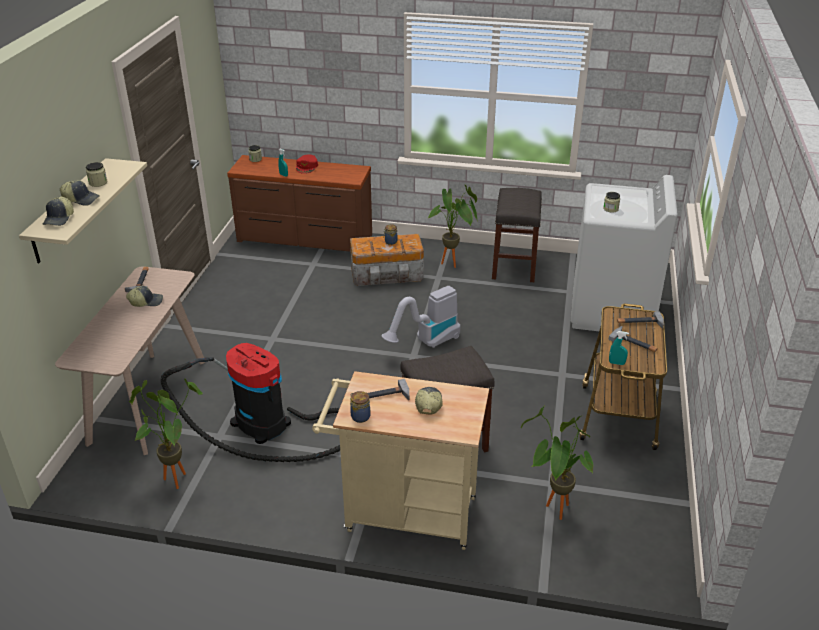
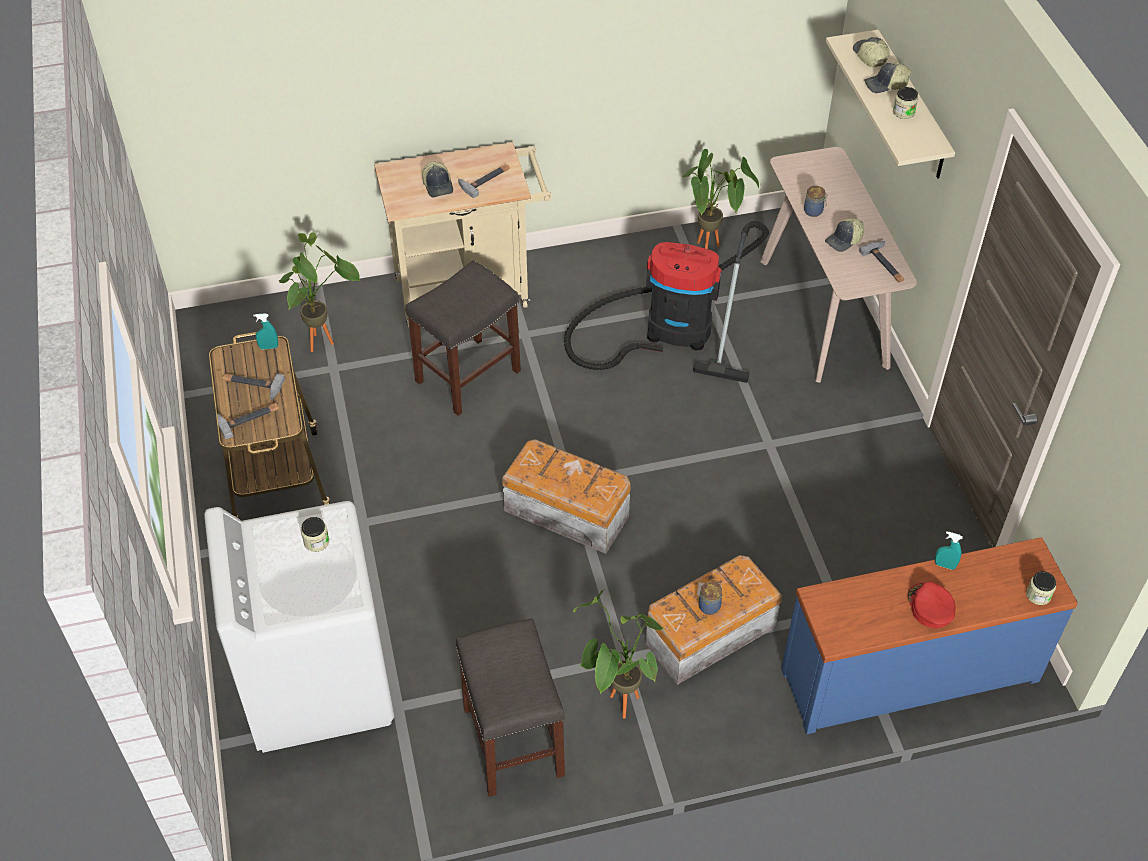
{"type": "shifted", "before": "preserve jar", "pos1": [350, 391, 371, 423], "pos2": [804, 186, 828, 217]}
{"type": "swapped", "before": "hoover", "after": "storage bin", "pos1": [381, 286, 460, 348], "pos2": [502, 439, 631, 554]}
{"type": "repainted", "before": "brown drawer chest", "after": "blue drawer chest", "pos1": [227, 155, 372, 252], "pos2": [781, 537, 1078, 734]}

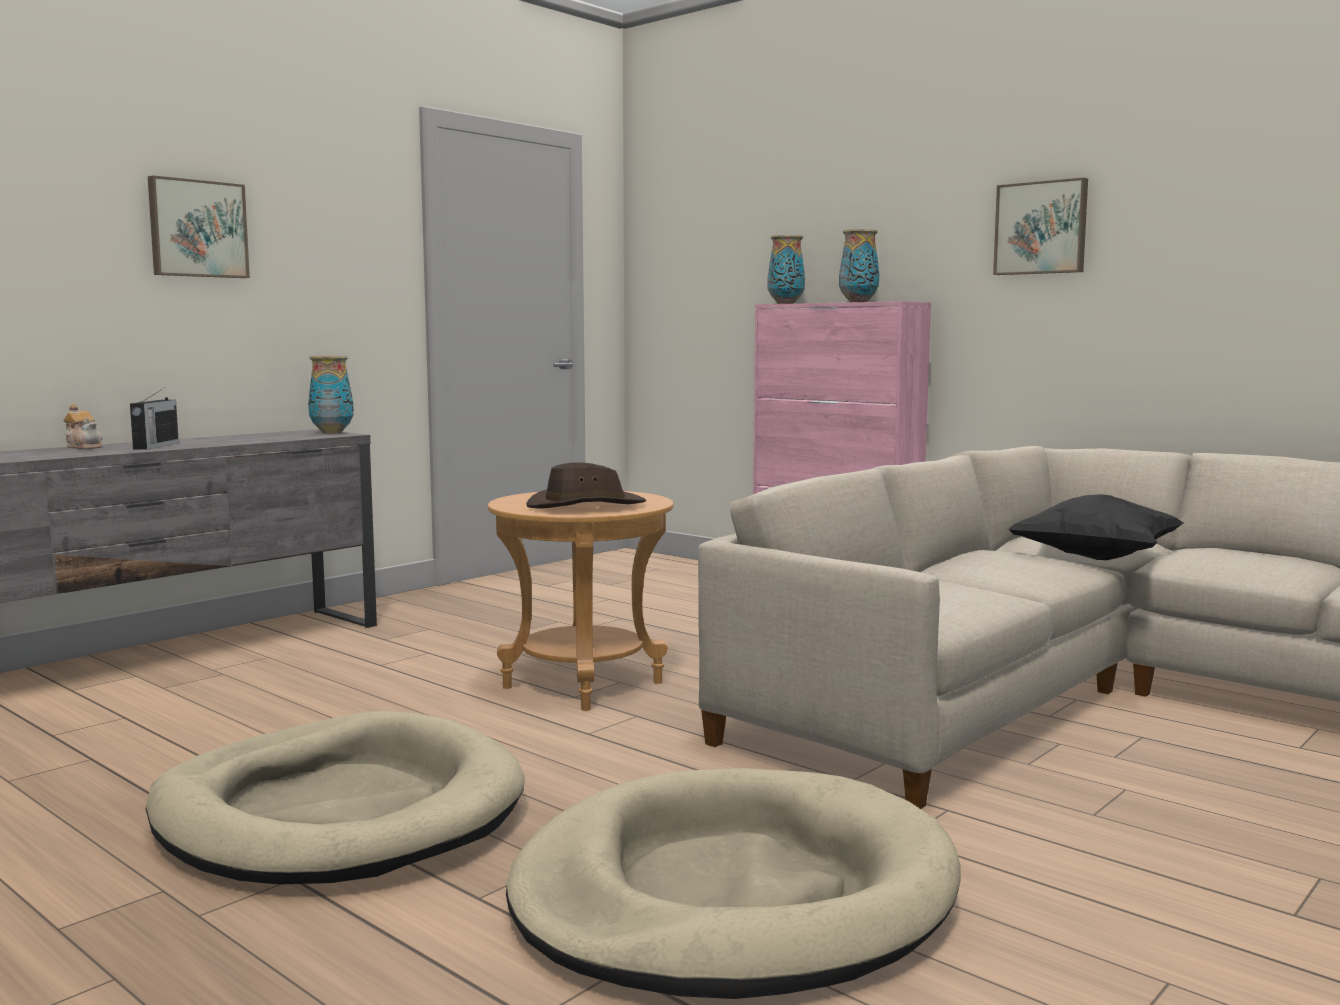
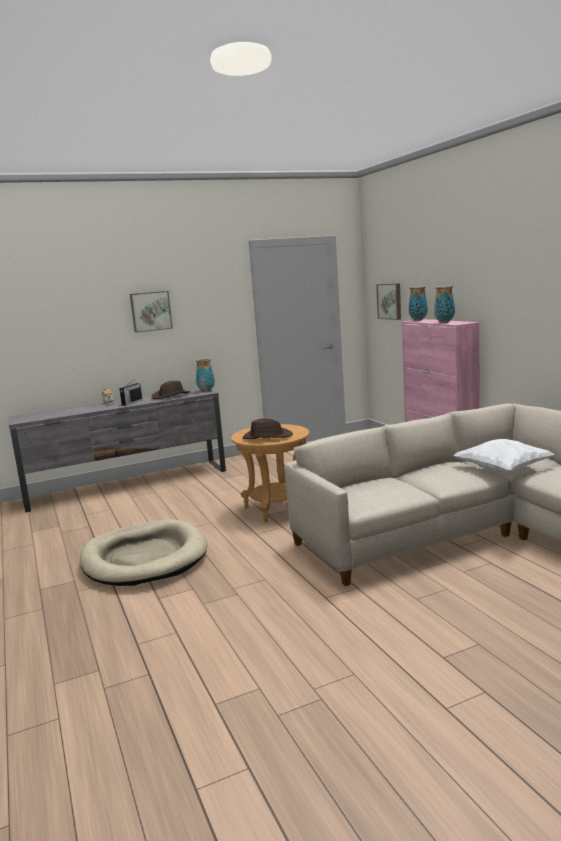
{"type": "gone", "before": "beige dog cushion", "pos1": [506, 768, 961, 999]}
{"type": "new", "after": "brown hat", "pos2": [151, 381, 191, 399]}
{"type": "shifted", "before": "picture", "pos1": [993, 178, 1088, 275], "pos2": [376, 283, 401, 320]}
{"type": "repainted", "before": "black cushion", "after": "white-coloured cushion", "pos1": [1008, 494, 1183, 560], "pos2": [453, 439, 555, 472]}

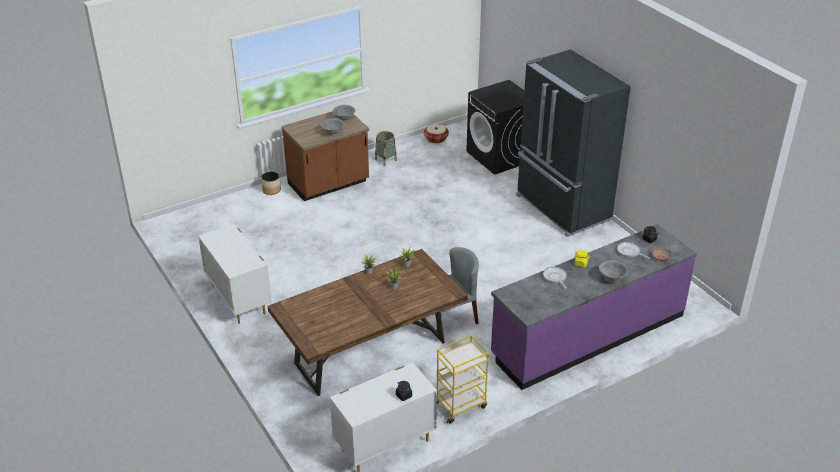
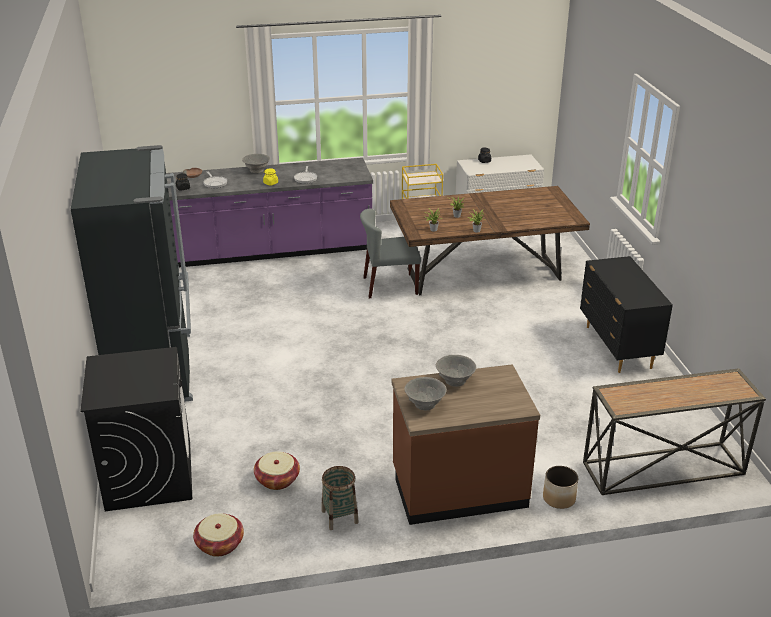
{"type": "new", "after": "storage basket", "pos2": [254, 452, 300, 490]}
{"type": "new", "after": "console table", "pos2": [583, 368, 766, 495]}
{"type": "repainted", "before": "white-coloured drawer chest", "after": "black drawer chest", "pos1": [198, 224, 272, 324], "pos2": [580, 256, 673, 373]}

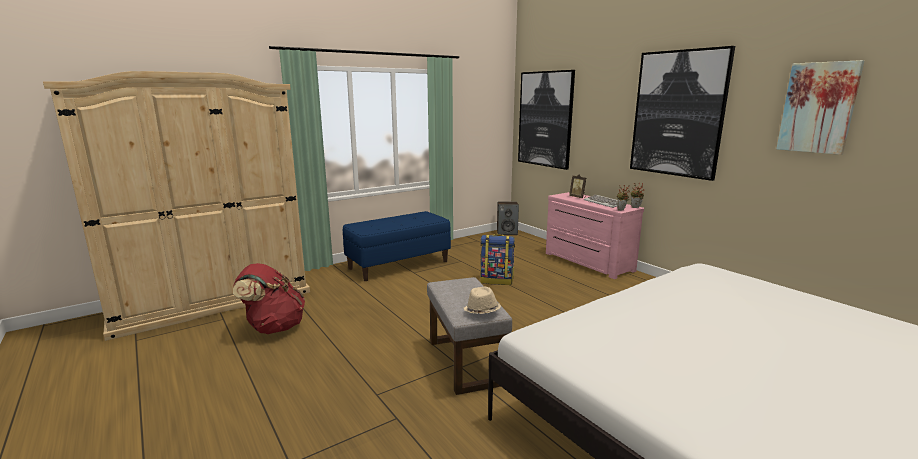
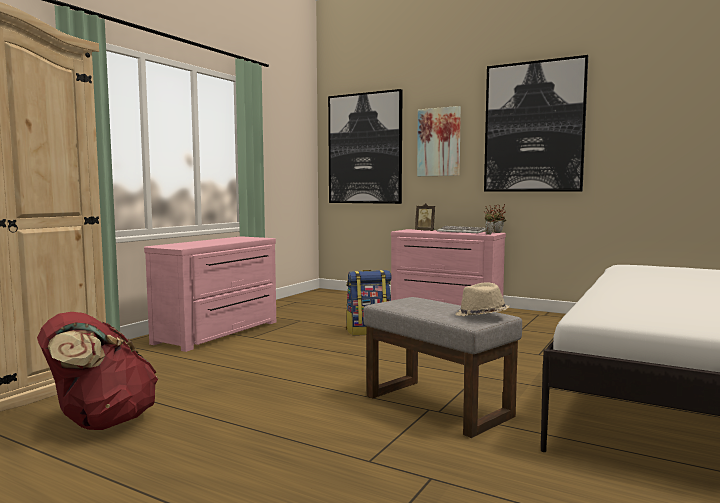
{"type": "gone", "before": "loudspeaker", "pos1": [497, 202, 519, 235]}
{"type": "shifted", "before": "picture", "pos1": [777, 60, 864, 155], "pos2": [417, 106, 461, 176]}
{"type": "swapped", "before": "blue bench", "after": "pink-coloured drawer chest", "pos1": [343, 211, 451, 281], "pos2": [144, 236, 276, 352]}

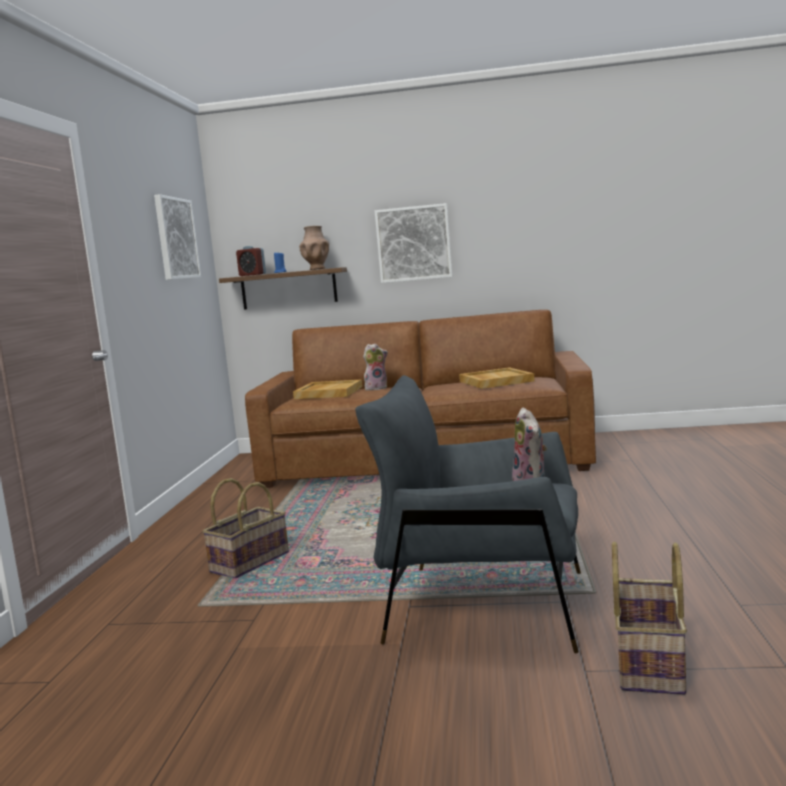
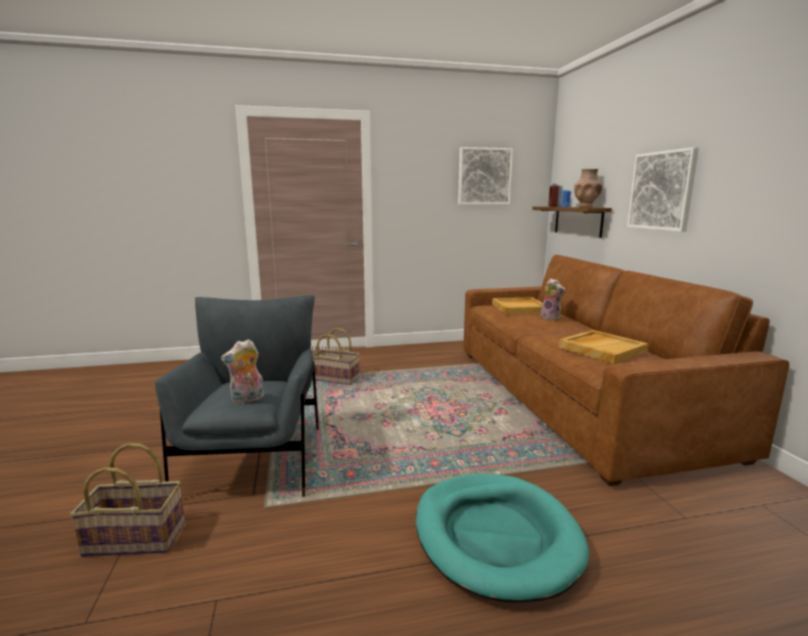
{"type": "new", "after": "turquoise dog cushion", "pos2": [416, 474, 589, 603]}

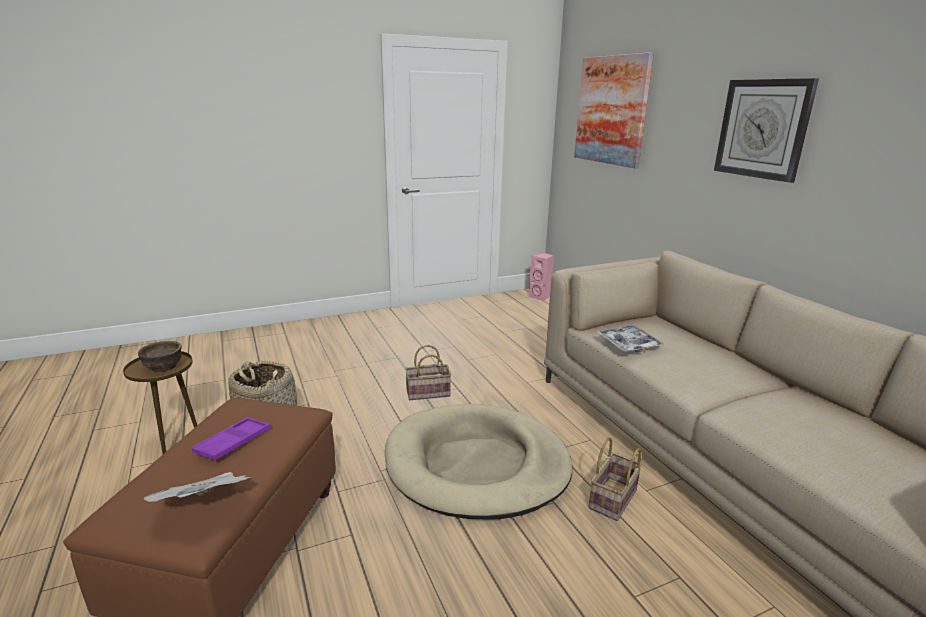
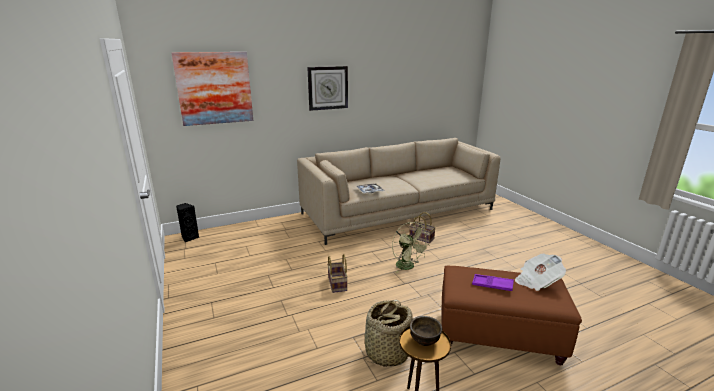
{"type": "swapped", "before": "beige dog cushion", "after": "greenish electric fan", "pos1": [385, 404, 572, 519], "pos2": [392, 222, 430, 273]}
{"type": "repainted", "before": "pink-coloured loudspeaker", "after": "black loudspeaker", "pos1": [529, 253, 554, 302], "pos2": [176, 203, 199, 242]}

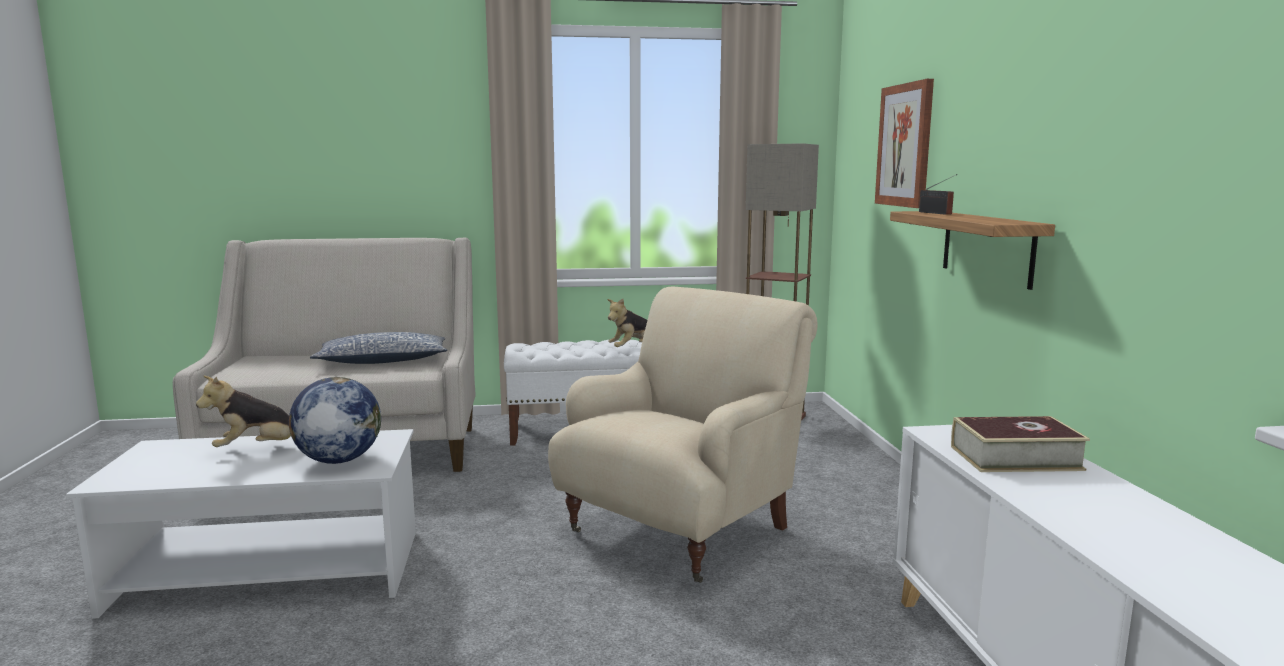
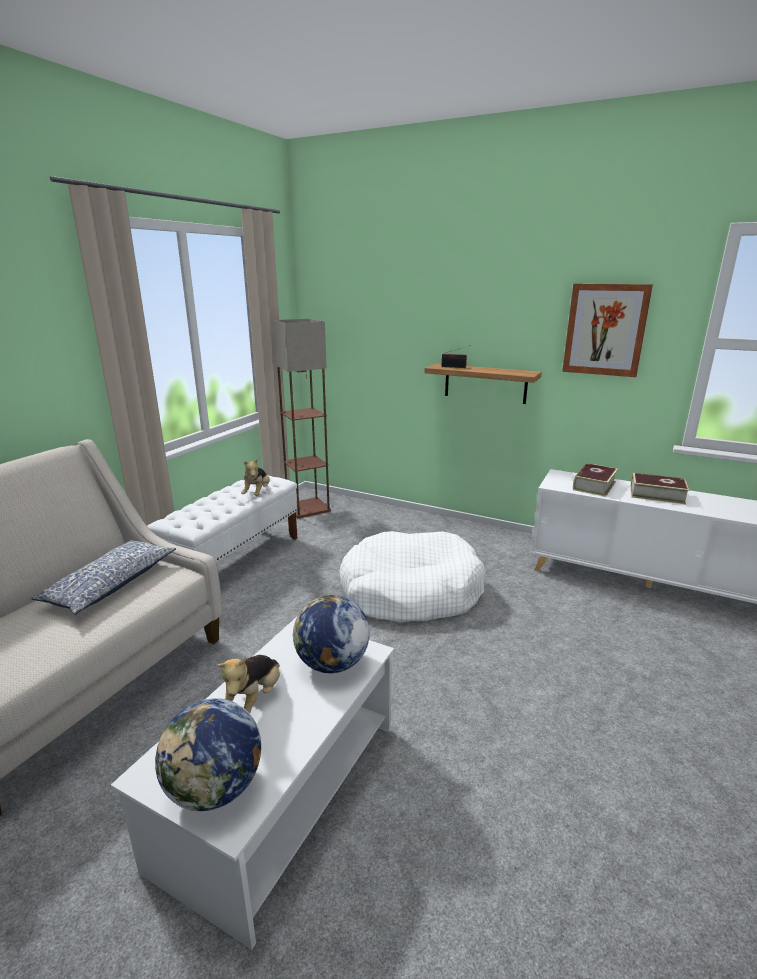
{"type": "new", "after": "globe", "pos2": [155, 698, 261, 811]}
{"type": "new", "after": "volume", "pos2": [630, 473, 689, 504]}
{"type": "shifted", "before": "picture", "pos1": [875, 79, 934, 208], "pos2": [562, 284, 653, 377]}
{"type": "swapped", "before": "beige armchair", "after": "white-coloured dog cushion", "pos1": [548, 287, 818, 583], "pos2": [339, 531, 486, 623]}

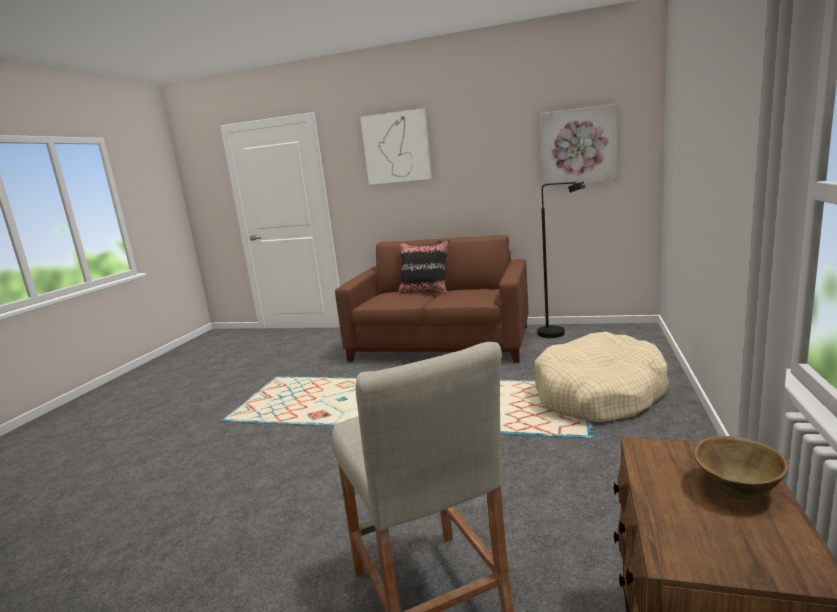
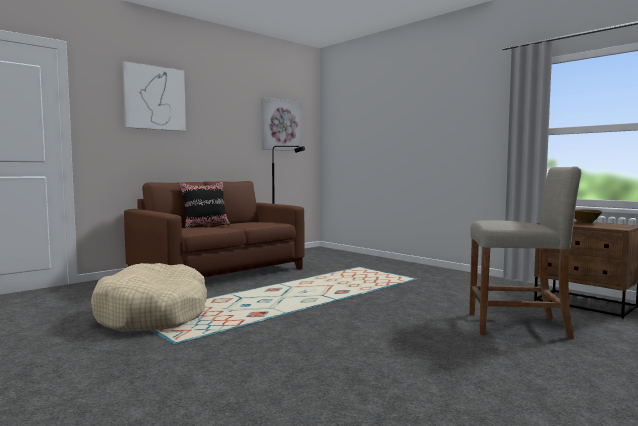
{"type": "shifted", "before": "beige dog cushion", "pos1": [534, 332, 669, 422], "pos2": [91, 263, 207, 332]}

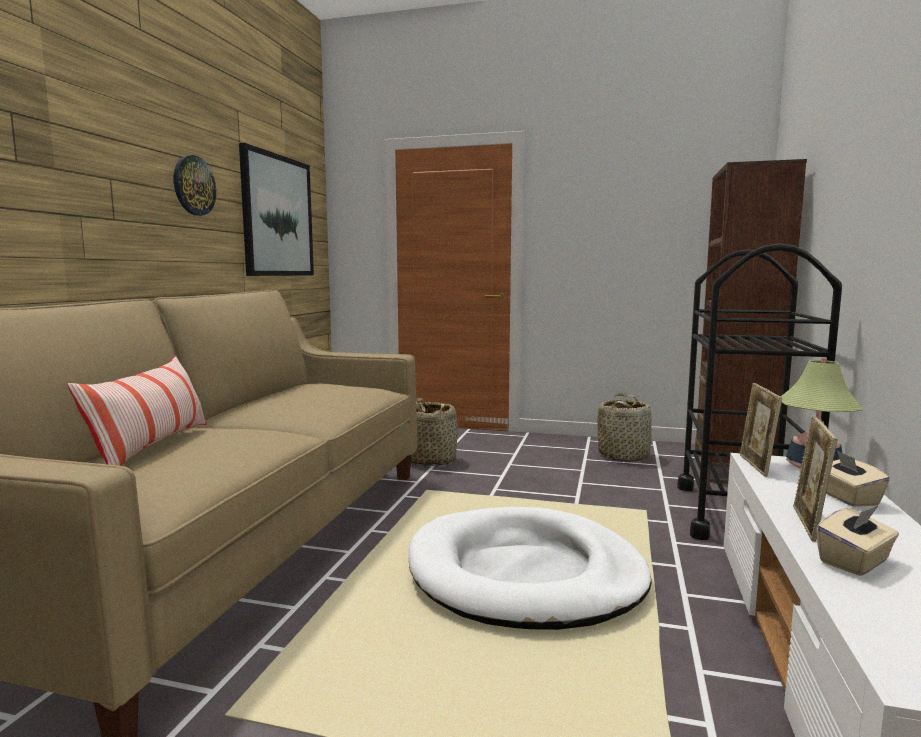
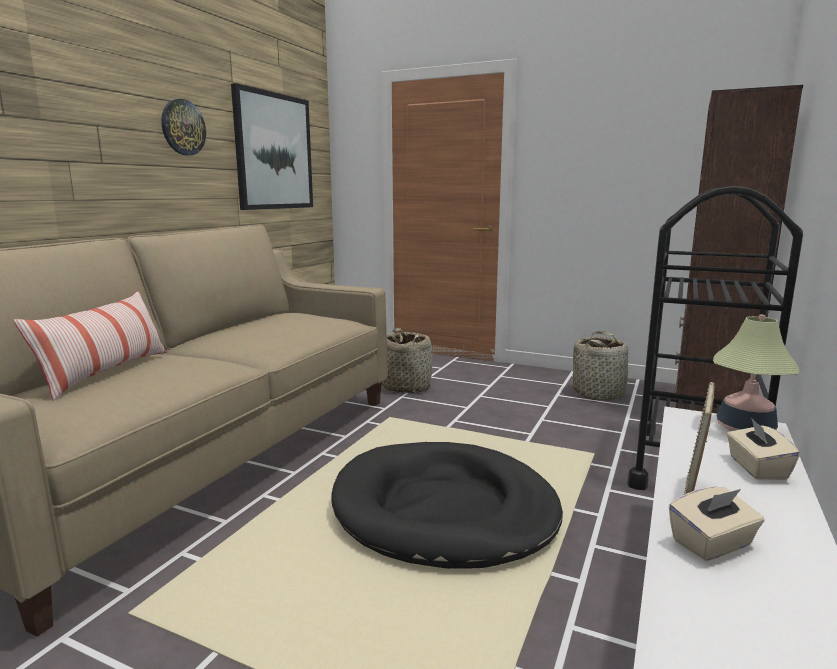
{"type": "gone", "before": "picture frame", "pos1": [740, 383, 782, 477]}
{"type": "repainted", "before": "white-coloured dog cushion", "after": "black dog cushion", "pos1": [408, 507, 652, 630], "pos2": [331, 442, 563, 569]}

